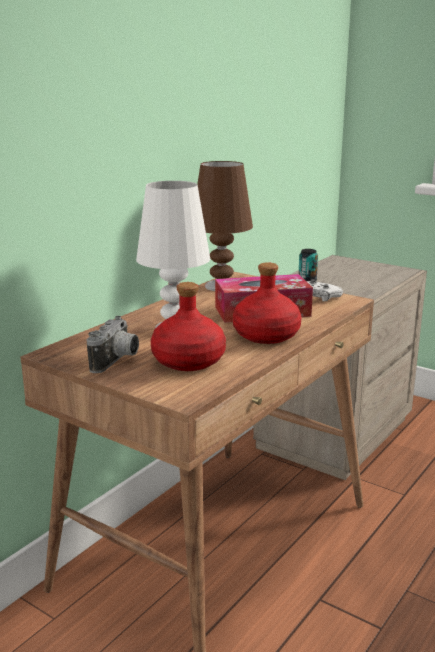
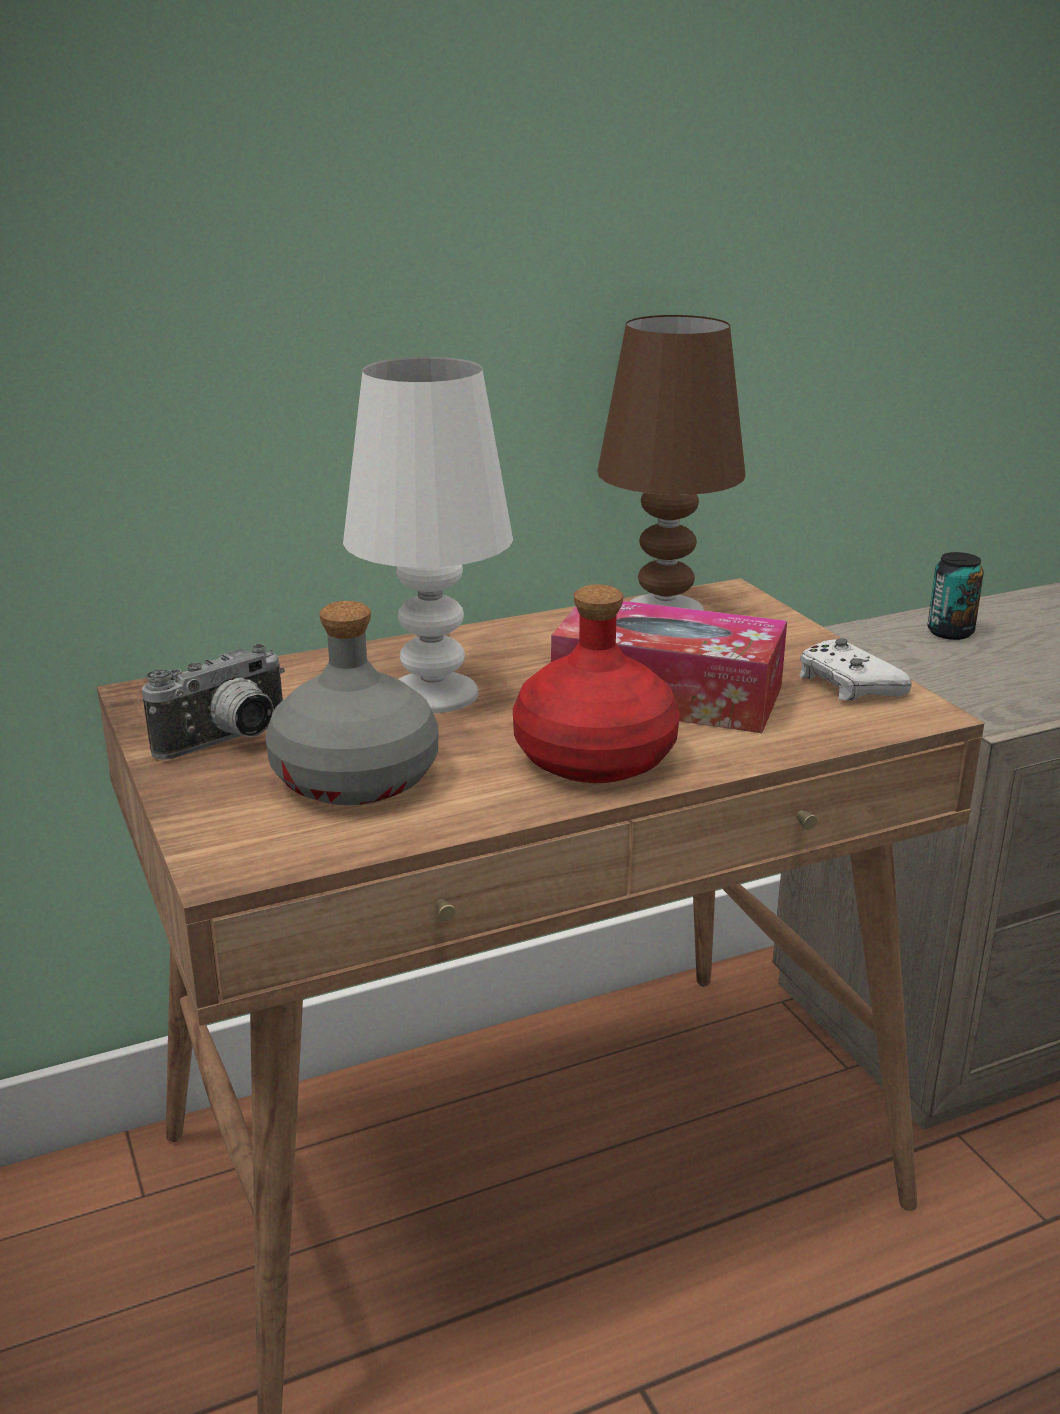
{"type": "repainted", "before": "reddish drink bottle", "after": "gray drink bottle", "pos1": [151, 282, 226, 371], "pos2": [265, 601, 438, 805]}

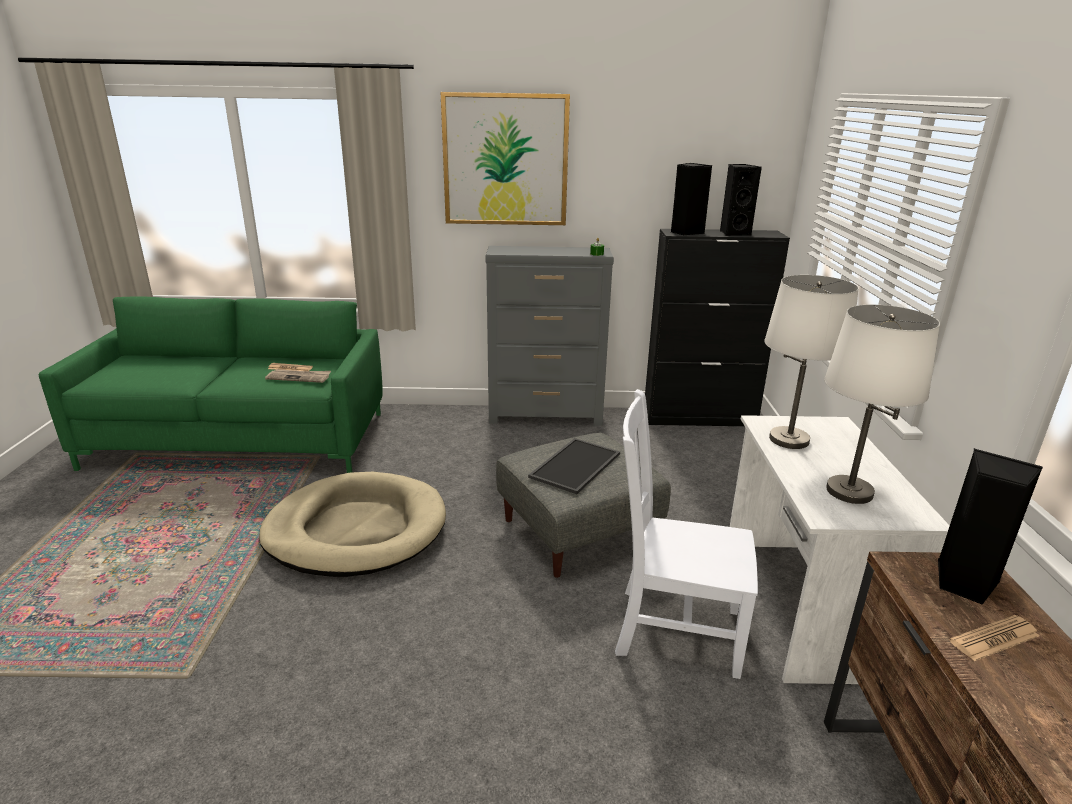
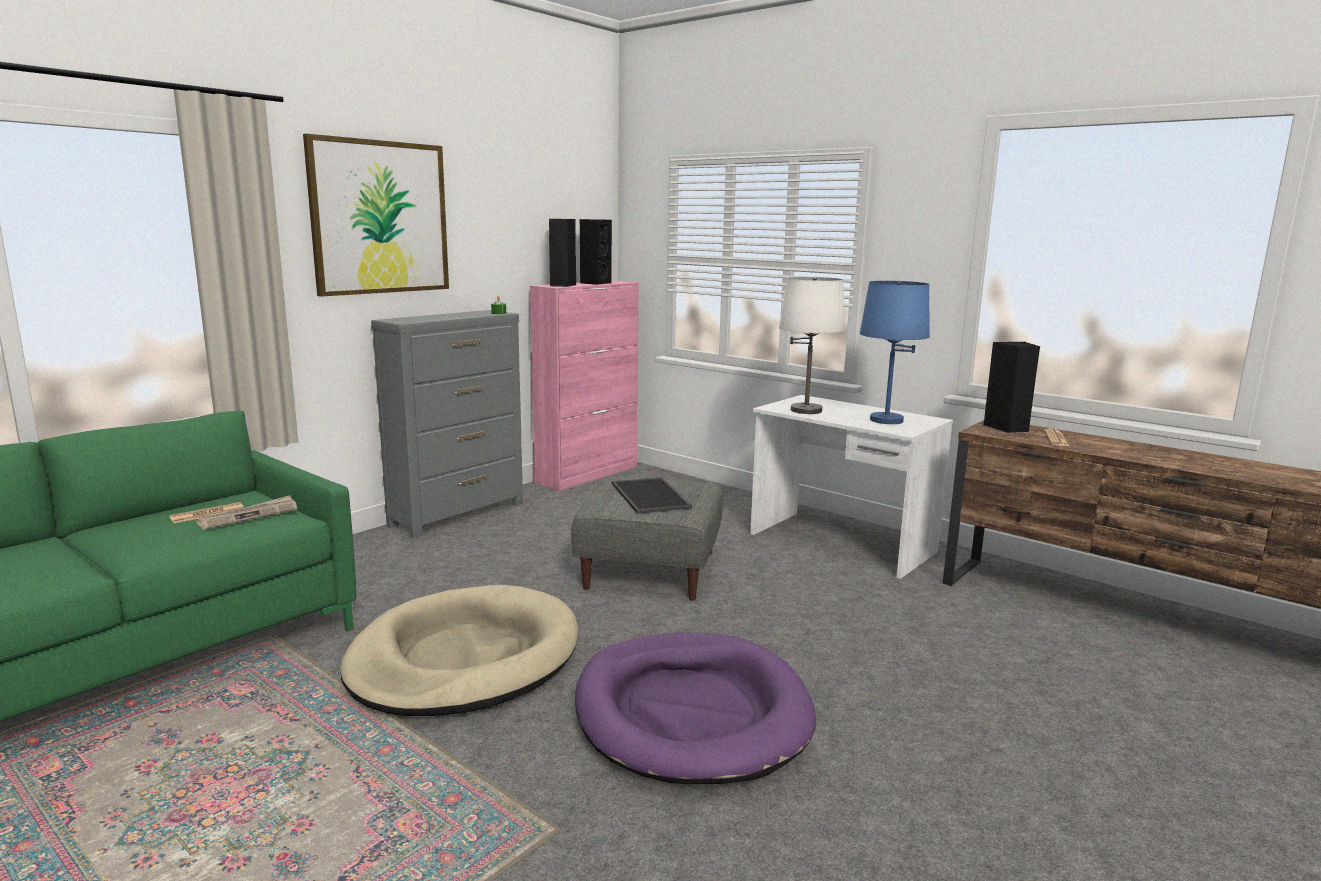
{"type": "gone", "before": "white-coloured chair", "pos1": [615, 389, 758, 679]}
{"type": "new", "after": "purple-coloured dog cushion", "pos2": [575, 633, 816, 784]}
{"type": "repainted", "before": "black cupboard", "after": "pink-coloured cupboard", "pos1": [645, 229, 790, 426], "pos2": [530, 281, 639, 491]}
{"type": "repainted", "before": "white-coloured tabletop lamp", "after": "blue tabletop lamp", "pos1": [824, 305, 940, 504], "pos2": [860, 281, 930, 424]}

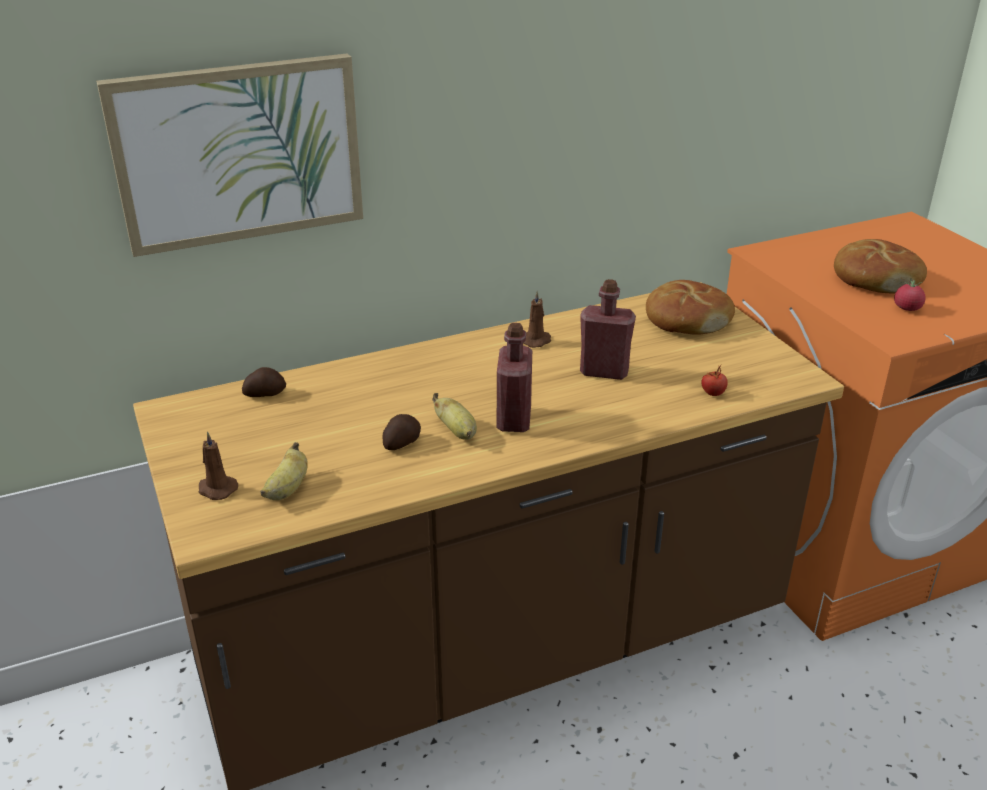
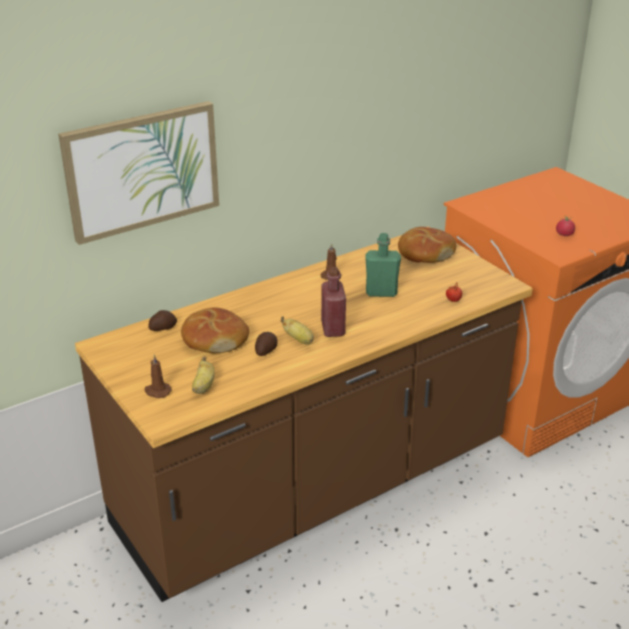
{"type": "shifted", "before": "bread", "pos1": [834, 239, 927, 293], "pos2": [181, 307, 249, 353]}
{"type": "repainted", "before": "reddish drink bottle", "after": "greenish drink bottle", "pos1": [580, 279, 636, 380], "pos2": [365, 233, 401, 297]}

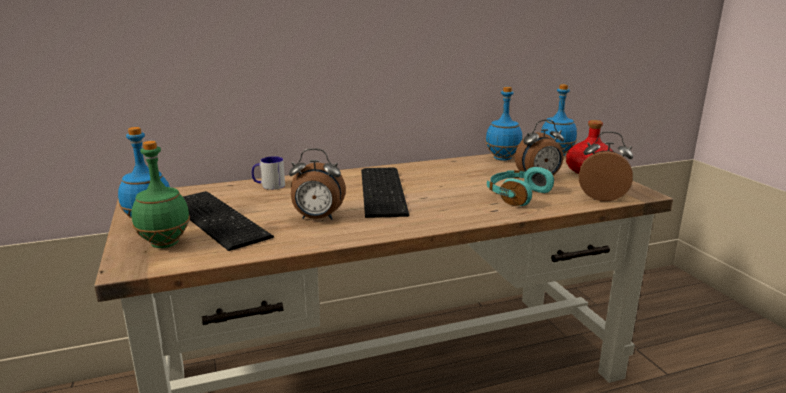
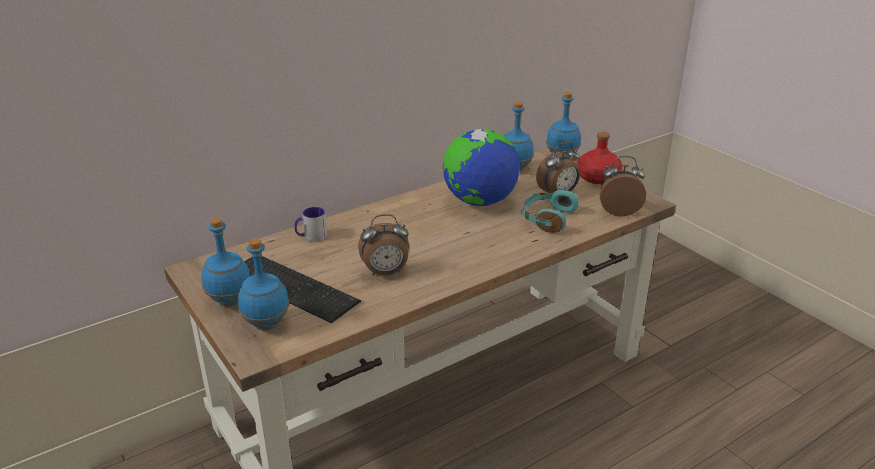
{"type": "gone", "before": "keyboard", "pos1": [361, 167, 410, 218]}
{"type": "new", "after": "globe", "pos2": [443, 129, 520, 206]}
{"type": "repainted", "before": "greenish drink bottle", "after": "blue drink bottle", "pos1": [131, 141, 190, 248], "pos2": [238, 239, 289, 330]}

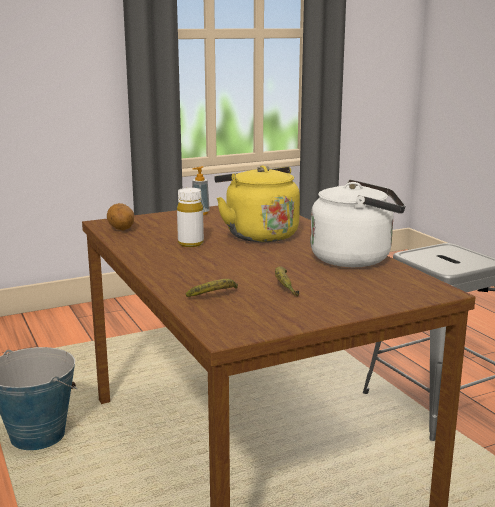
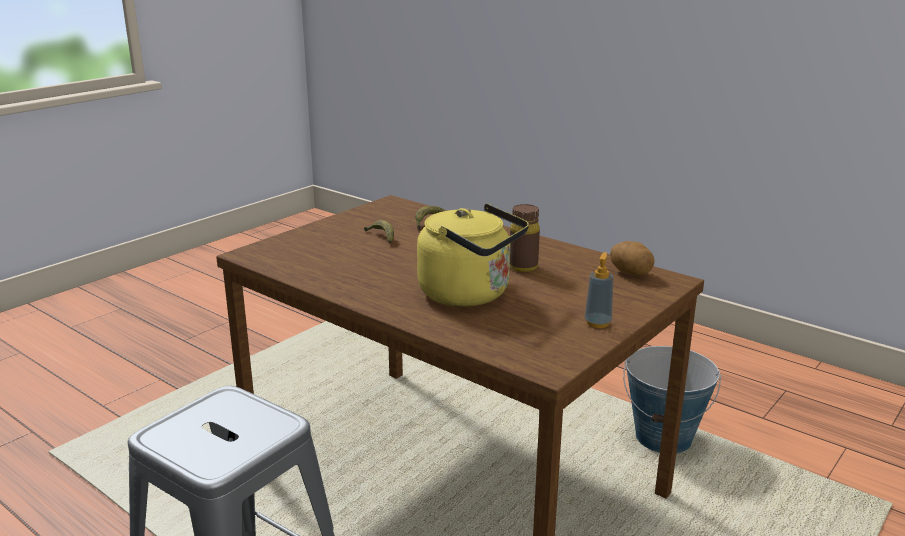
{"type": "gone", "before": "white-coloured tea kettle", "pos1": [310, 179, 405, 267]}
{"type": "repainted", "before": "white-coloured drink bottle", "after": "brown drink bottle", "pos1": [177, 188, 204, 247], "pos2": [510, 204, 540, 272]}

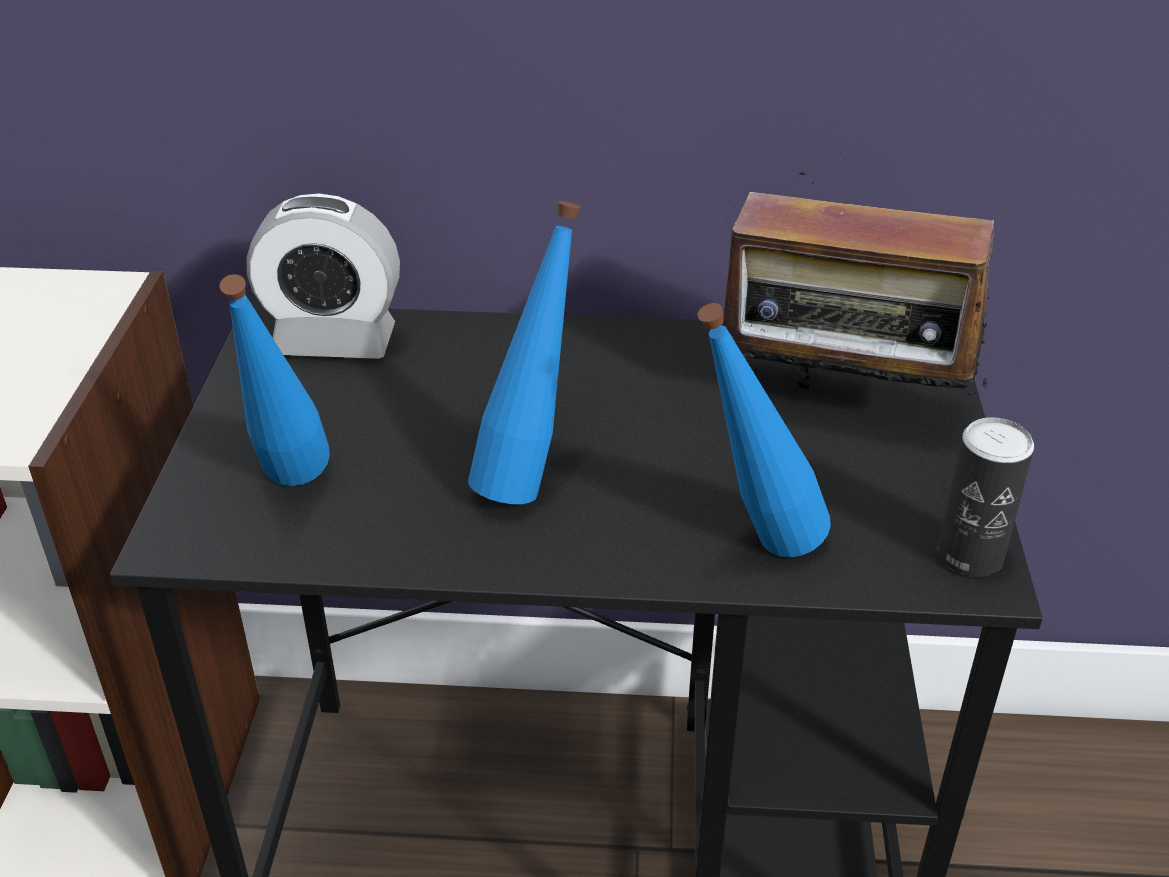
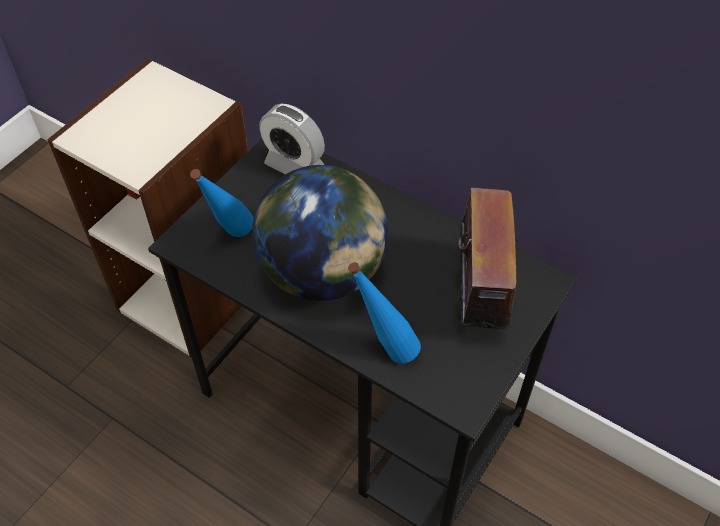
{"type": "gone", "before": "metal can", "pos1": [937, 417, 1034, 577]}
{"type": "swapped", "before": "blue drink bottle", "after": "globe", "pos1": [468, 201, 581, 504], "pos2": [252, 165, 388, 301]}
{"type": "rotated", "before": "radio", "pos1": [723, 153, 994, 419], "pos2": [445, 188, 519, 338], "turn": -135}

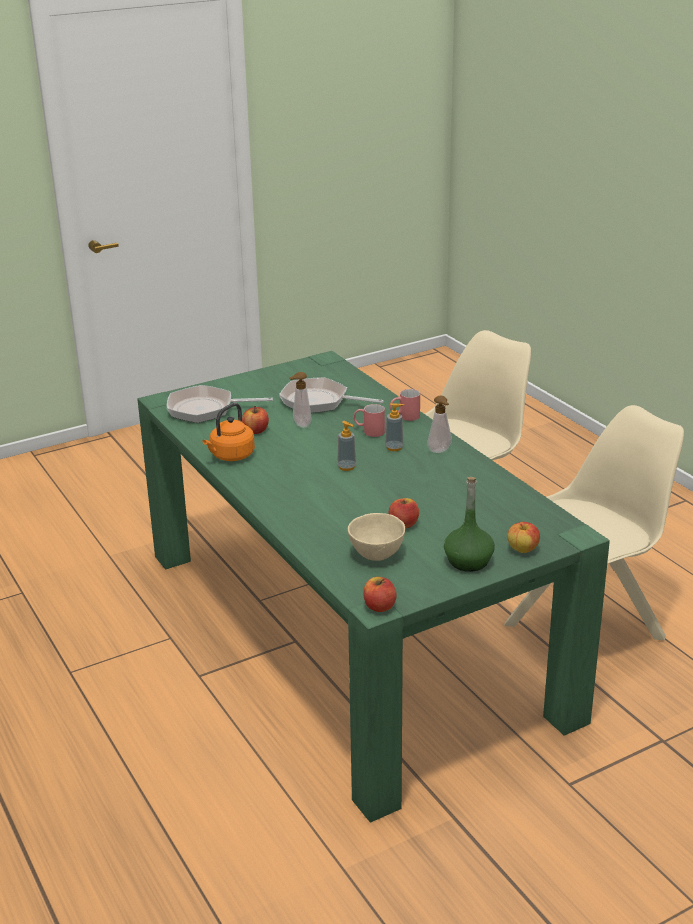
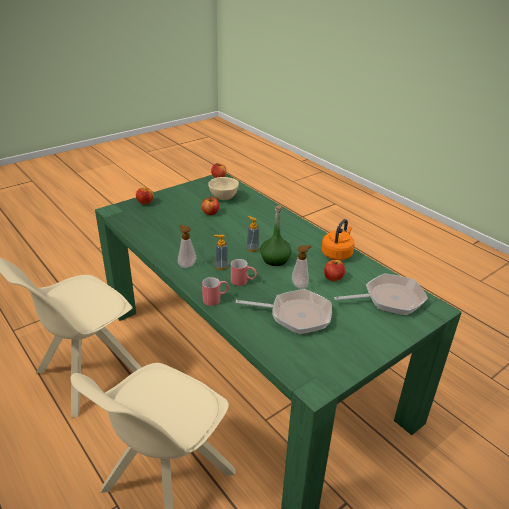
{"type": "shifted", "before": "greenish drink bottle", "pos1": [444, 477, 495, 572], "pos2": [260, 205, 292, 266]}

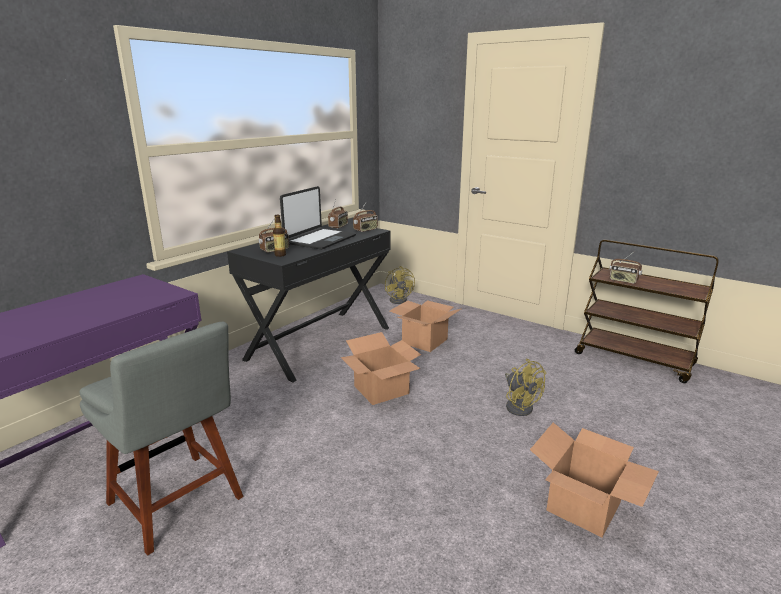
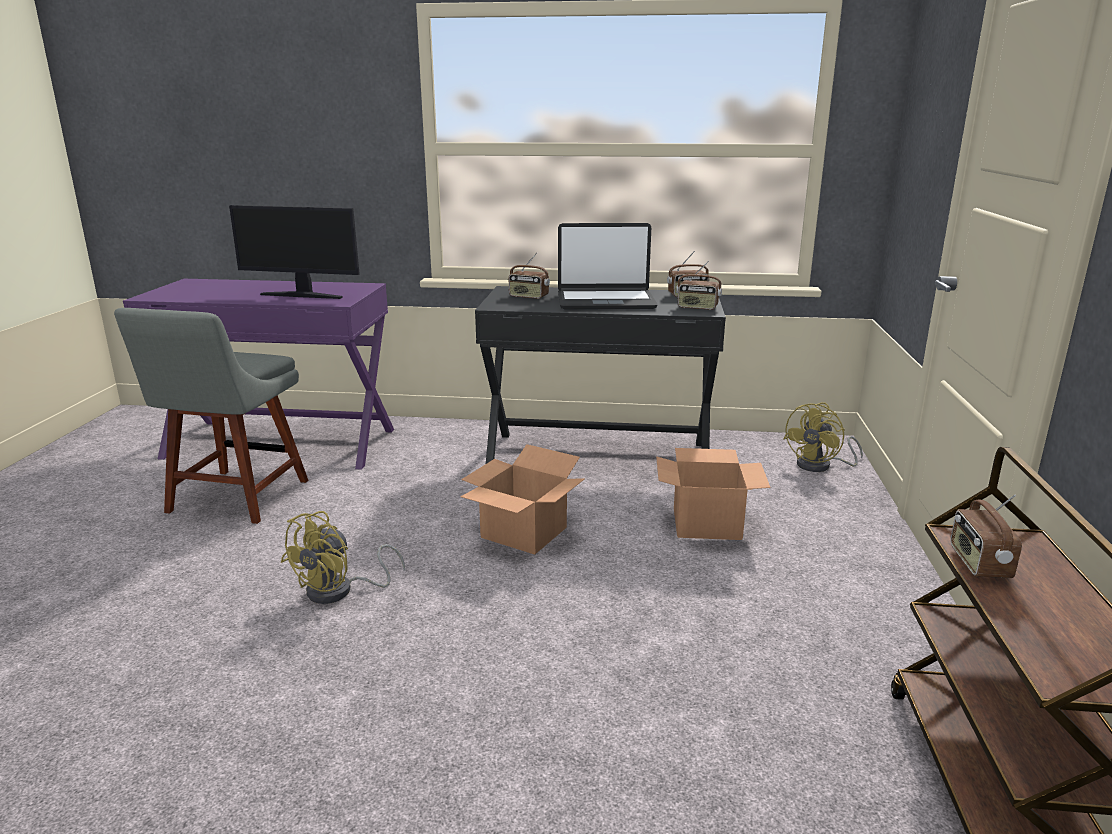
{"type": "gone", "before": "drink bottle", "pos1": [273, 215, 286, 257]}
{"type": "gone", "before": "packing box", "pos1": [530, 422, 659, 537]}
{"type": "new", "after": "computer display", "pos2": [229, 205, 360, 299]}
{"type": "shifted", "before": "yellowish electric fan", "pos1": [505, 358, 546, 416], "pos2": [281, 511, 405, 604]}

